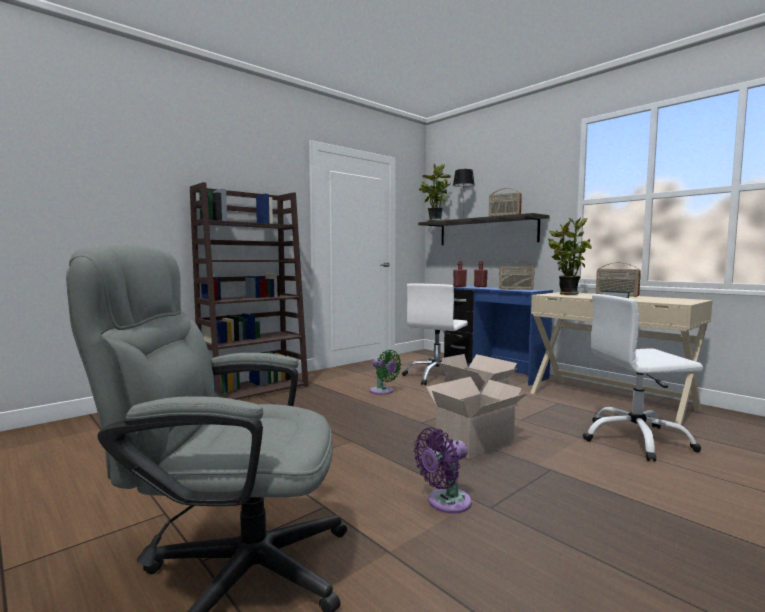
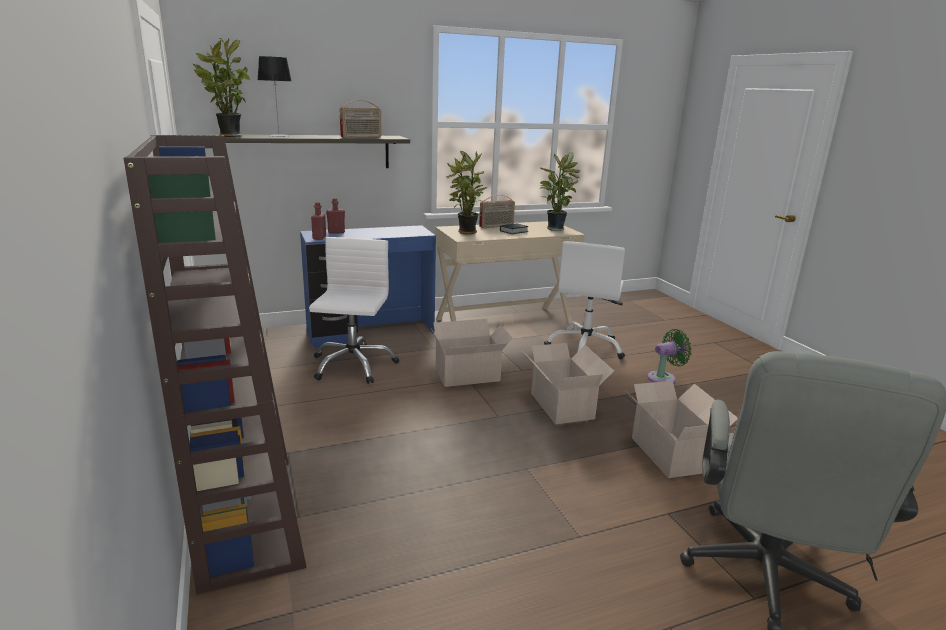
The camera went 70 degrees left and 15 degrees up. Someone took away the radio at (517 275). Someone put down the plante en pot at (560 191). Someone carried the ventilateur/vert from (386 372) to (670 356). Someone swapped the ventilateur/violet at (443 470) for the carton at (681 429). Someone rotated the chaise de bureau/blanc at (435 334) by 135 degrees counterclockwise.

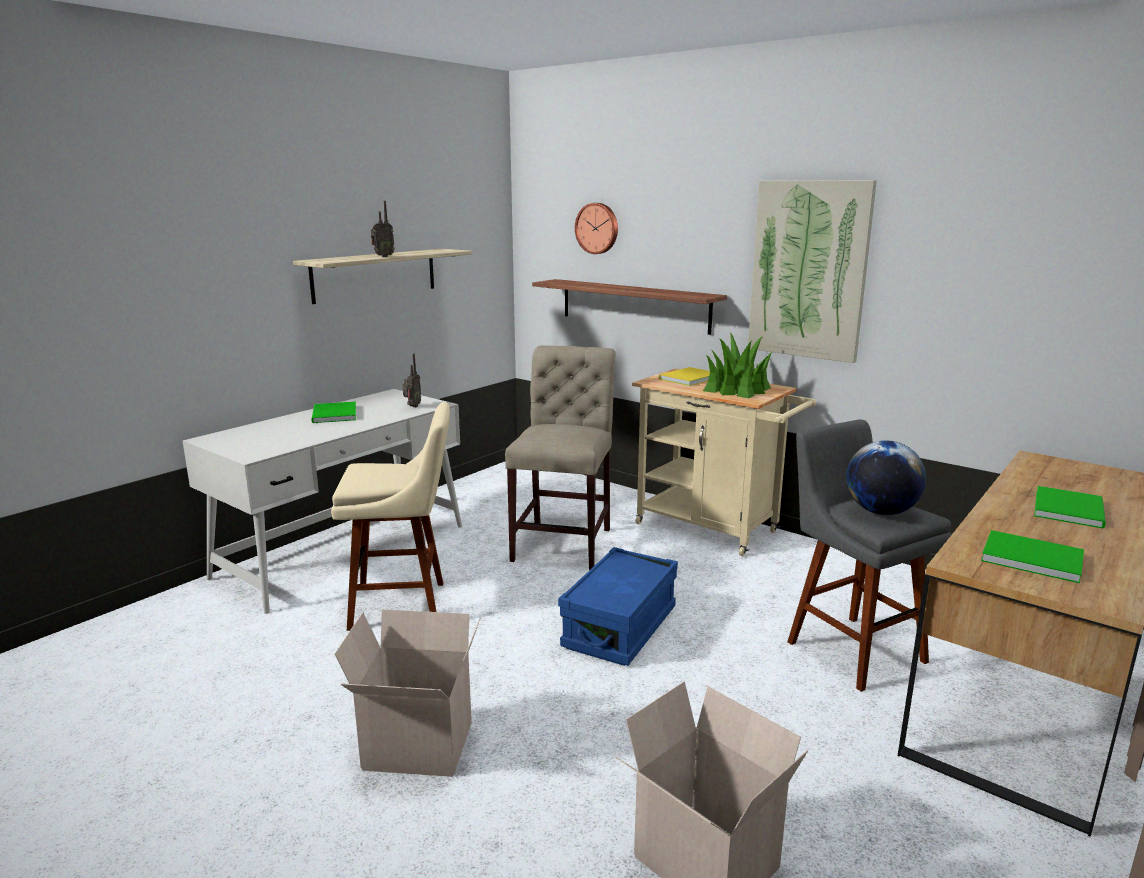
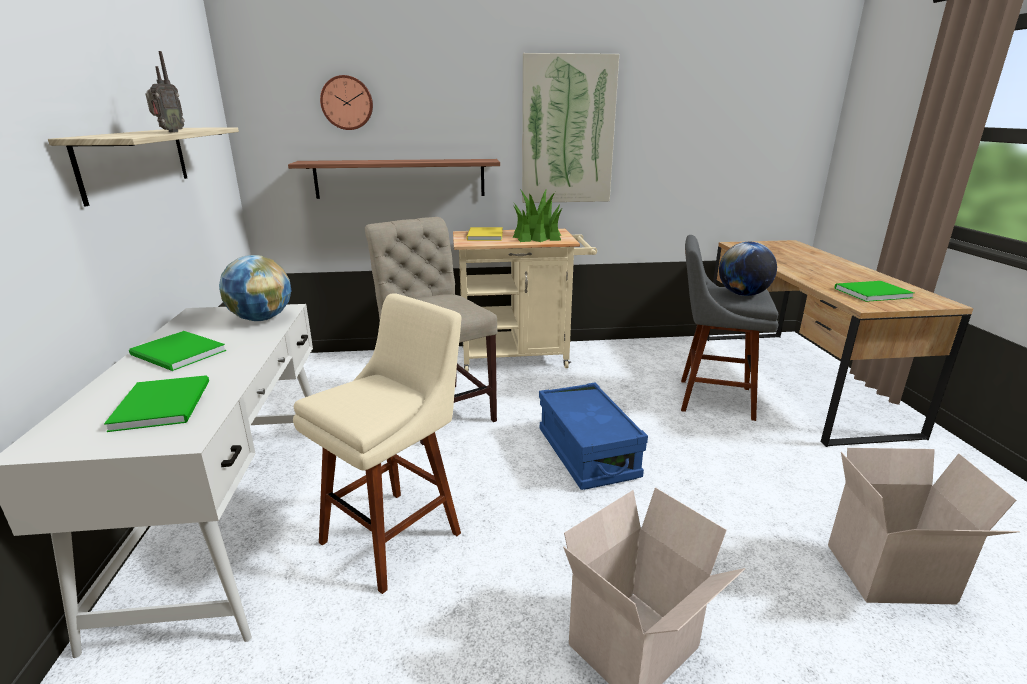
The camera went 45 degrees left and 5 degrees up. Someone carried the livre/vert from (1070 507) to (156 403). Someone swapped the radio at (411 380) for the globe at (255 288).

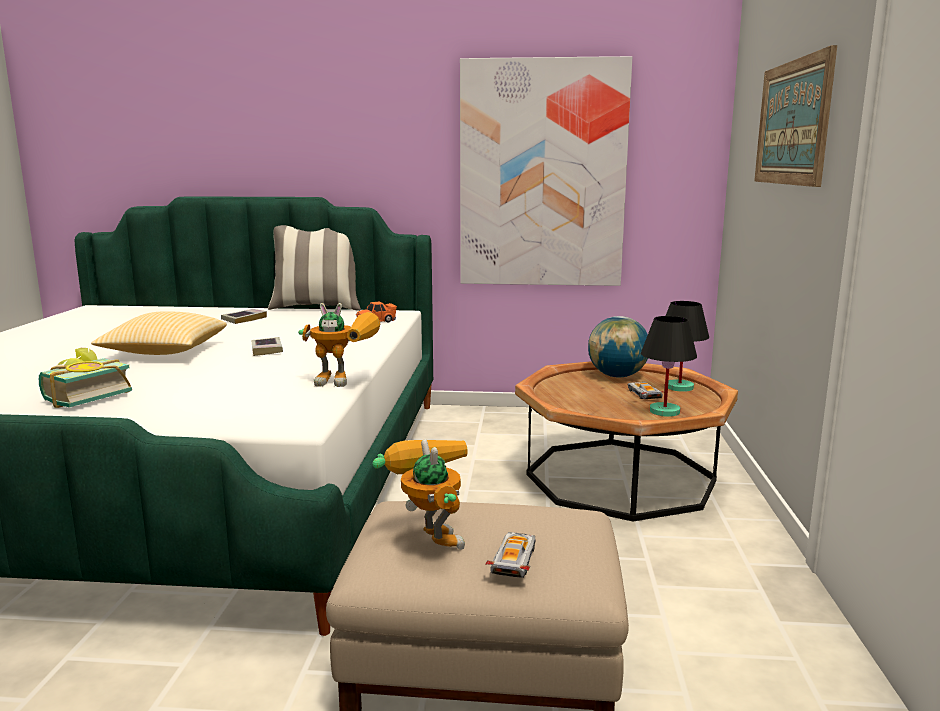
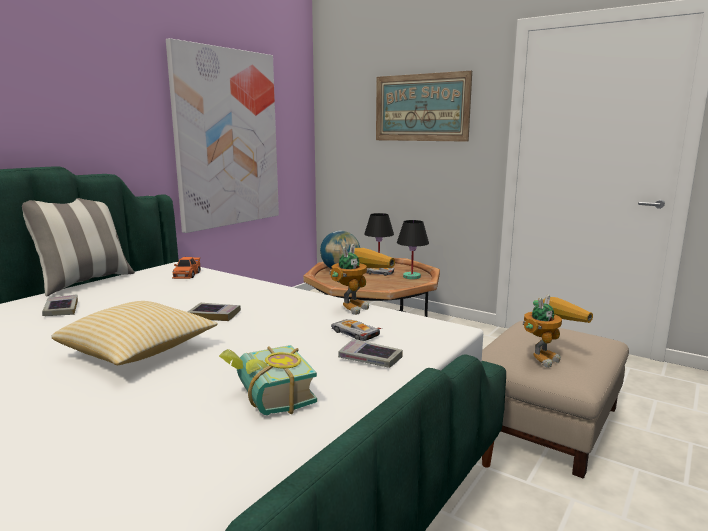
The camera went 60 degrees left and 0 degrees up. Someone put down the livre at (370 353). Someone carried the petite voiture from (510 555) to (356 330). Someone rotated the robot jouet at (420 494) by 135 degrees clockwise.

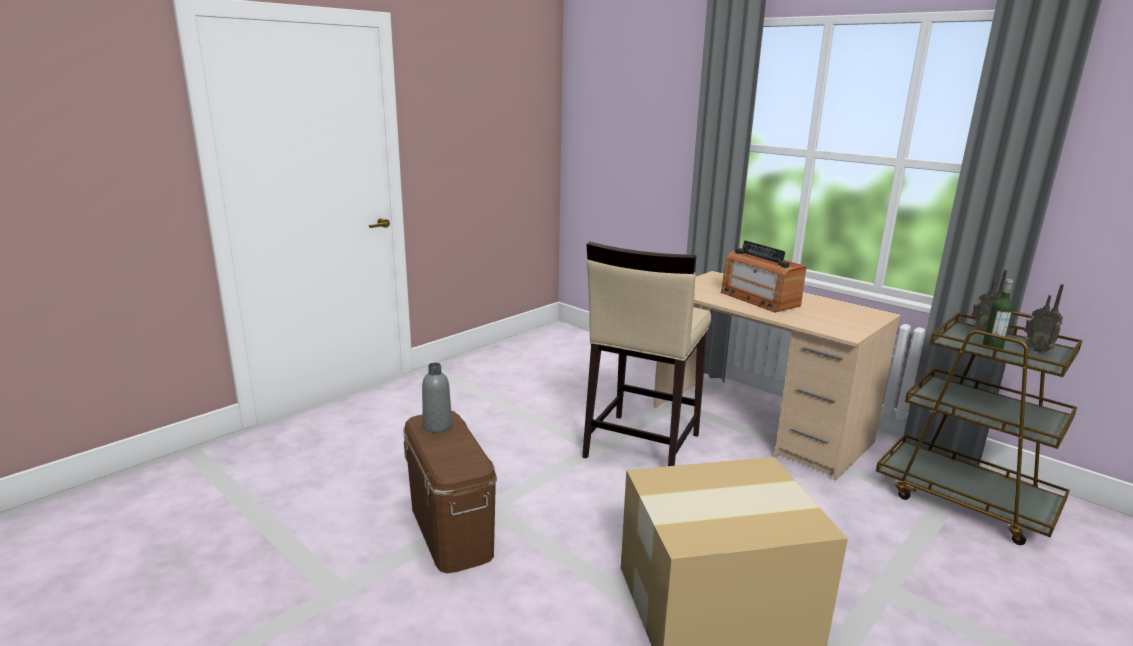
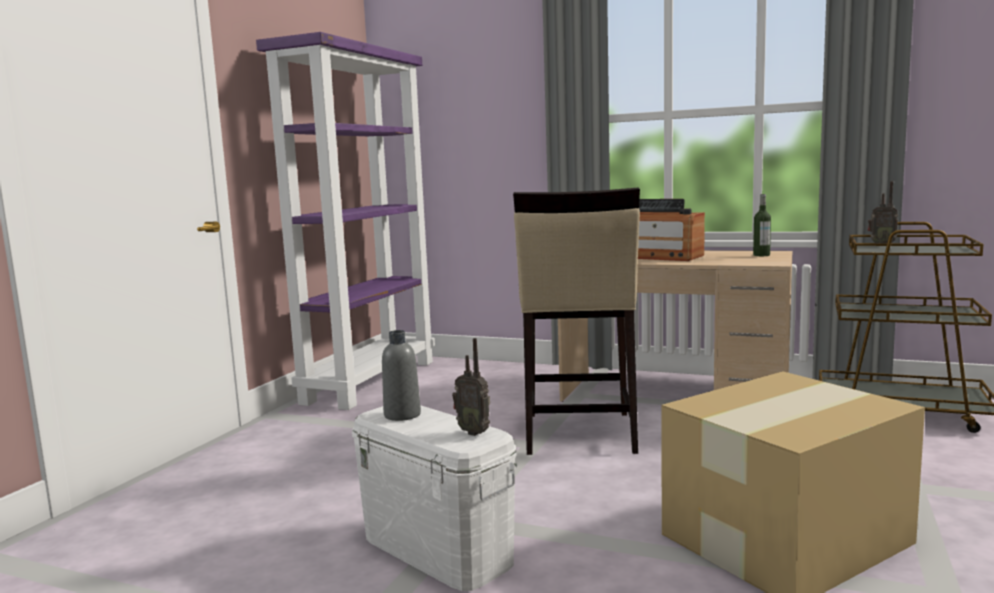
The camera went 20 degrees left and 10 degrees down. Someone put down the bibliothèque/violet at (345 221). Someone carried the bouteille from (998 314) to (762 225). Someone carried the radio from (1044 318) to (471 387). Someone repainted the boîte de rangement/marron at (450 492), which became the boîte de rangement/blanc at (434 498).

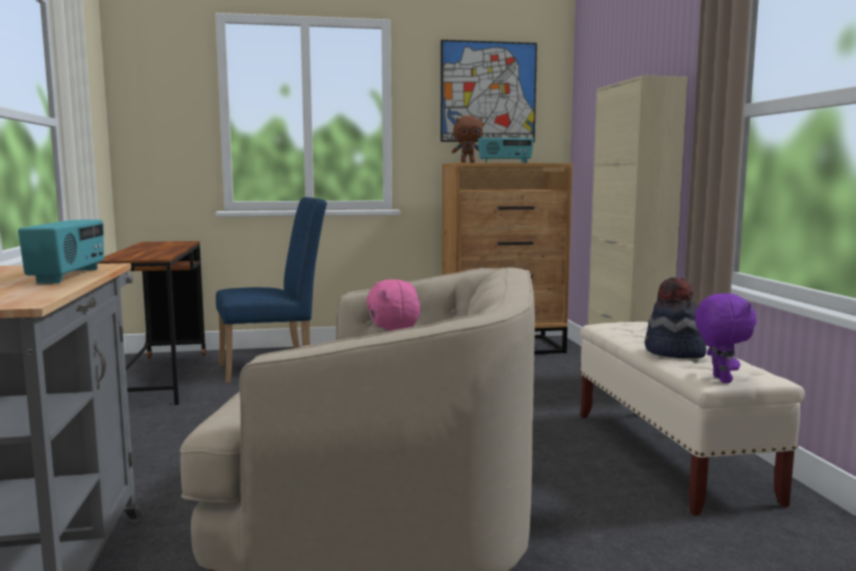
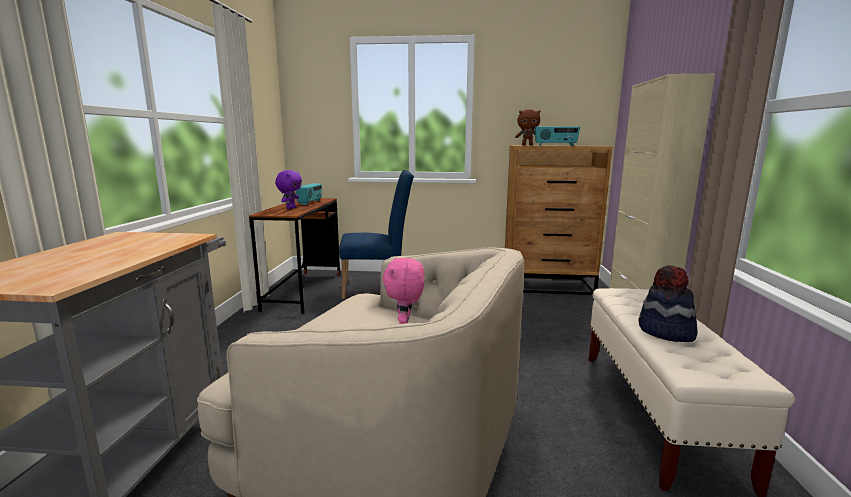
The camera went 15 degrees right and 5 degrees up. Someone took away the tableau at (489 91). Someone carried the radio from (61 251) to (309 194). Someone carried the peluche/violet from (726 338) to (288 189).

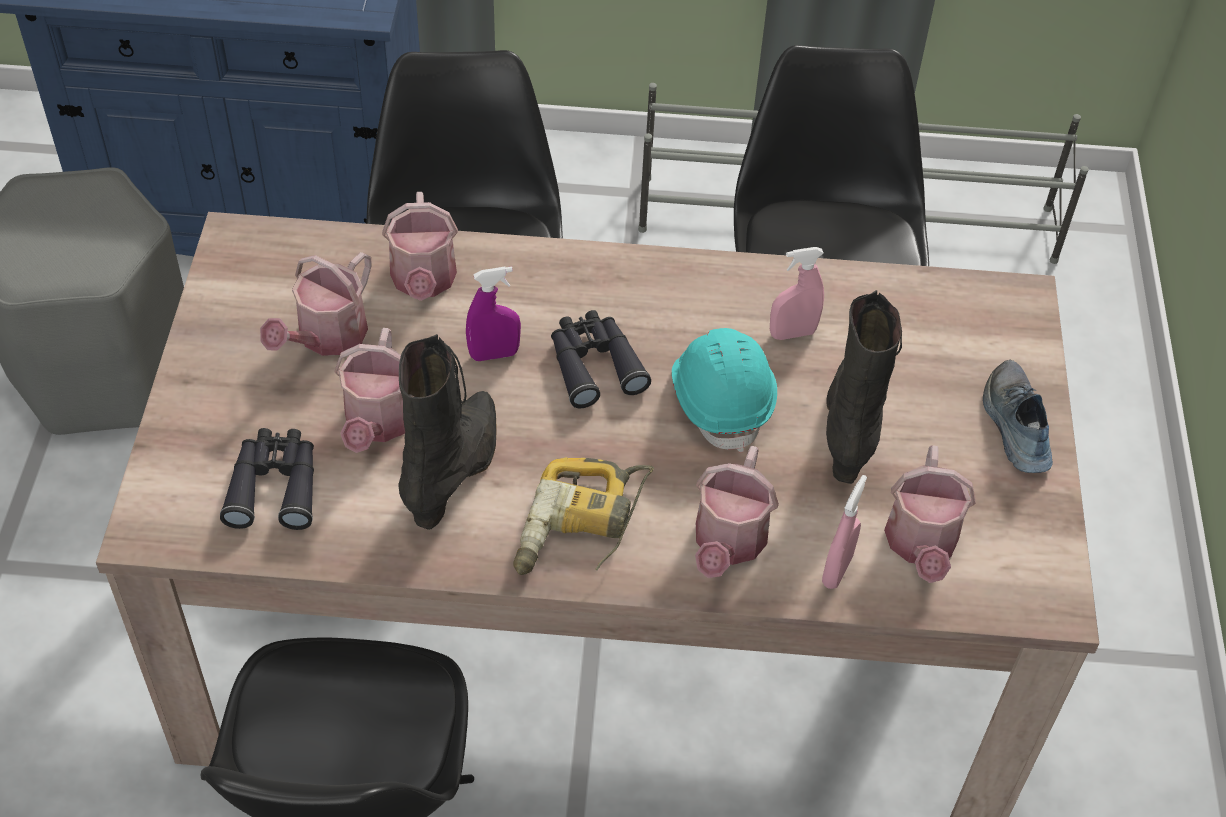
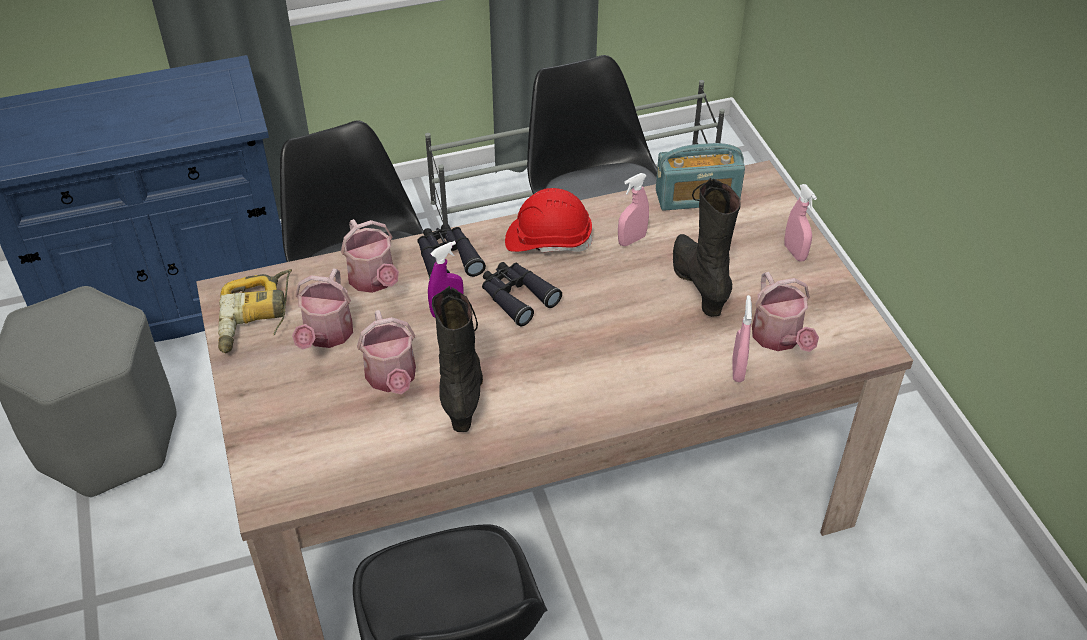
The camera went 20 degrees left and 5 degrees down. Someone took away the casque de chantier/turquoise at (724 390). Someone took away the arrosoir at (737 512). Someone put down the casque de chantier/rouge at (549 220). Someone put down the radio at (700 177). Someone carried the jumelles/noir from (267 479) to (451 252). Someone carried the perceuse from (583 516) to (255 311). Someone swapped the chaussure at (1018 416) for the vaporisateur/rose at (800 223).

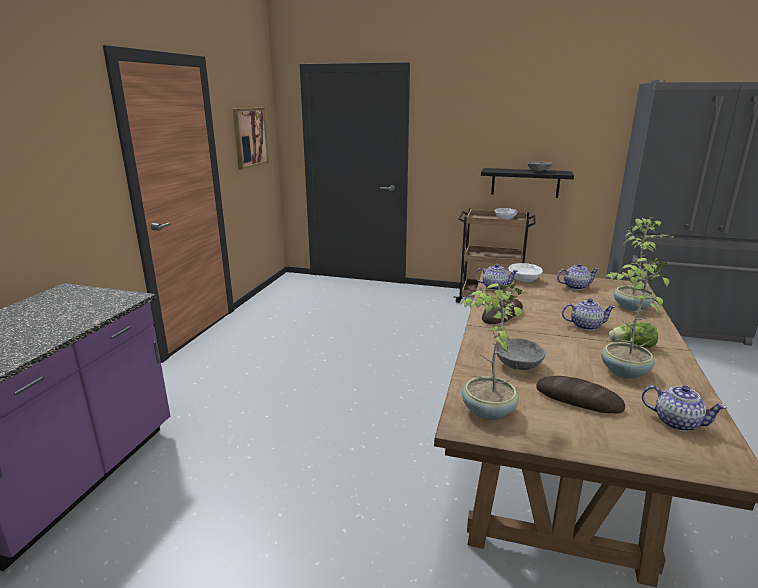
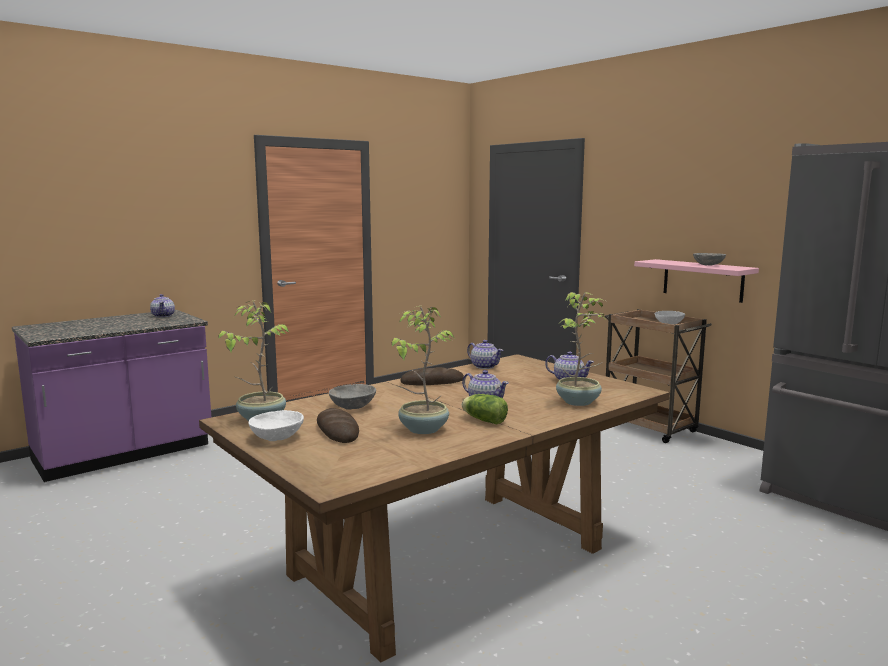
The camera went 35 degrees right and 10 degrees down. Someone took away the tableau at (251 139). Someone carried the bol/blanc from (526 272) to (276 425). Someone carried the théière from (684 408) to (162 305). Someone repainted the étagère/noir at (527 183), which became the étagère/rose at (696 281).

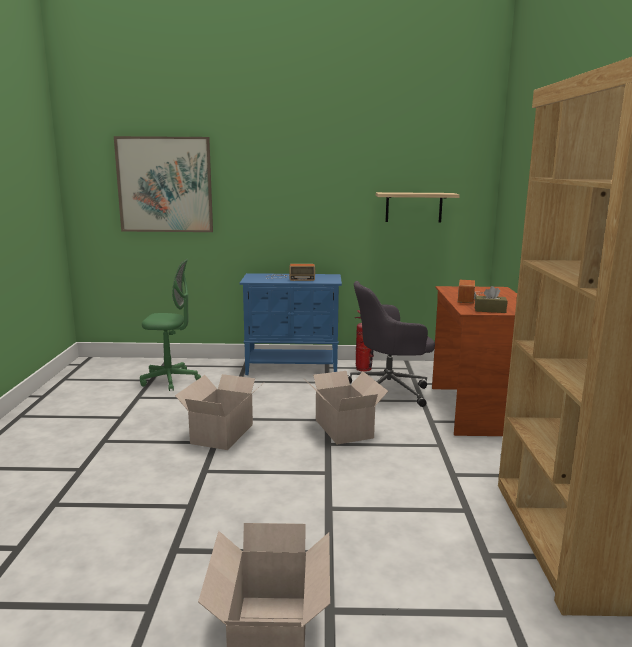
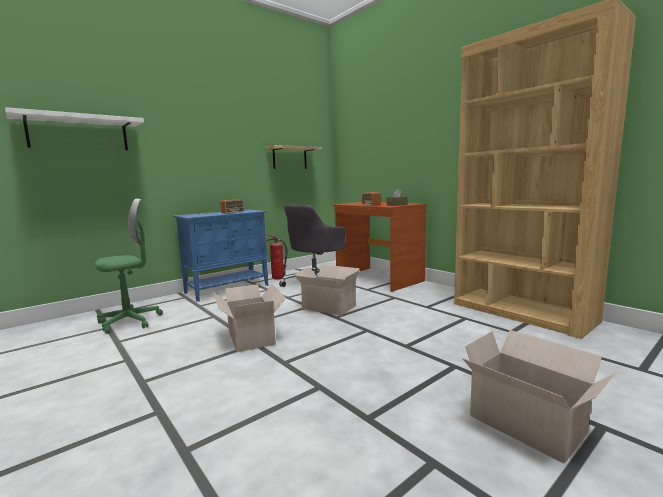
The camera went 40 degrees left and 5 degrees down. Someone swapped the tableau at (163 184) for the étagère/blanc at (74 128).

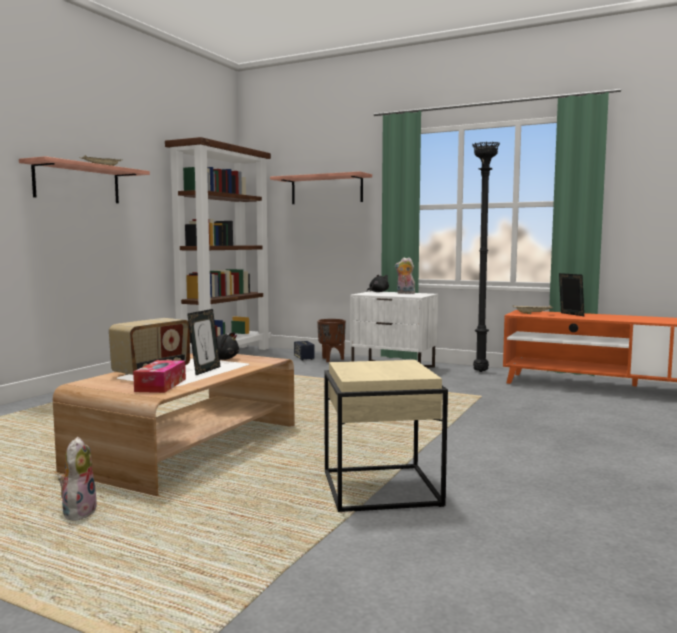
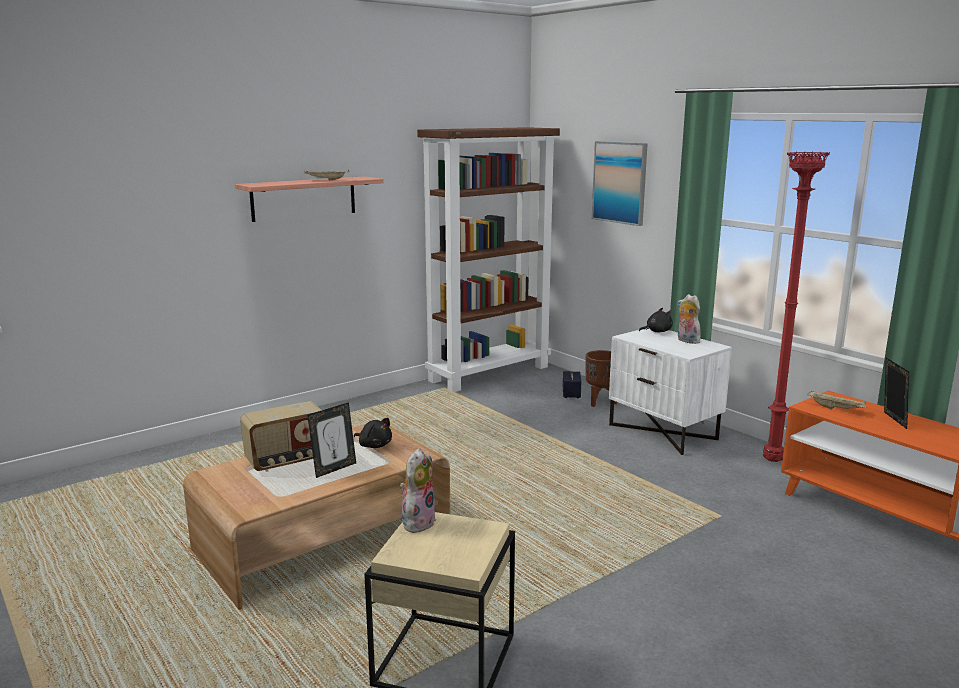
The camera went 25 degrees right and 10 degrees up. Someone took away the boîte à mouchoirs at (159 376). Someone carried the peluche from (77 479) to (418 491). Someone swapped the étagère at (321 187) for the tableau at (620 183). Someone repainted the lampadaire/noir at (486 256), which became the lampadaire/rouge at (796 306).

